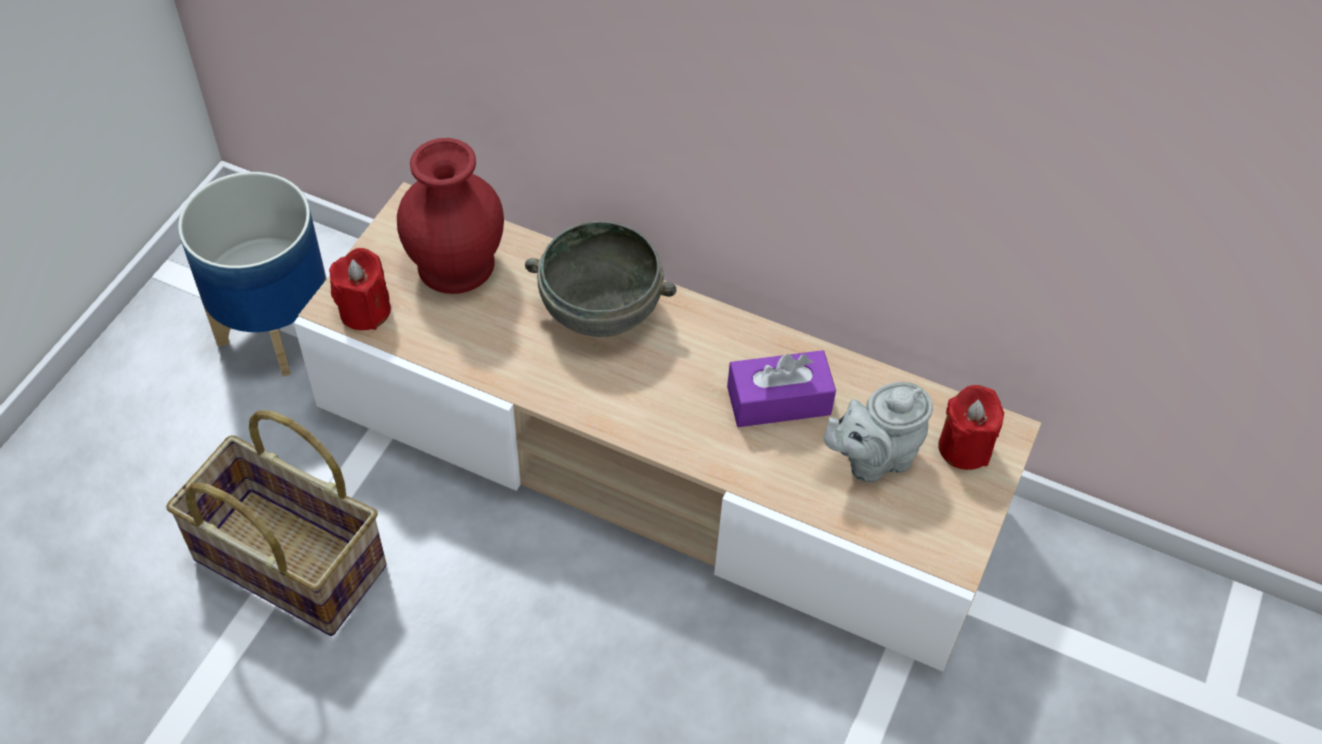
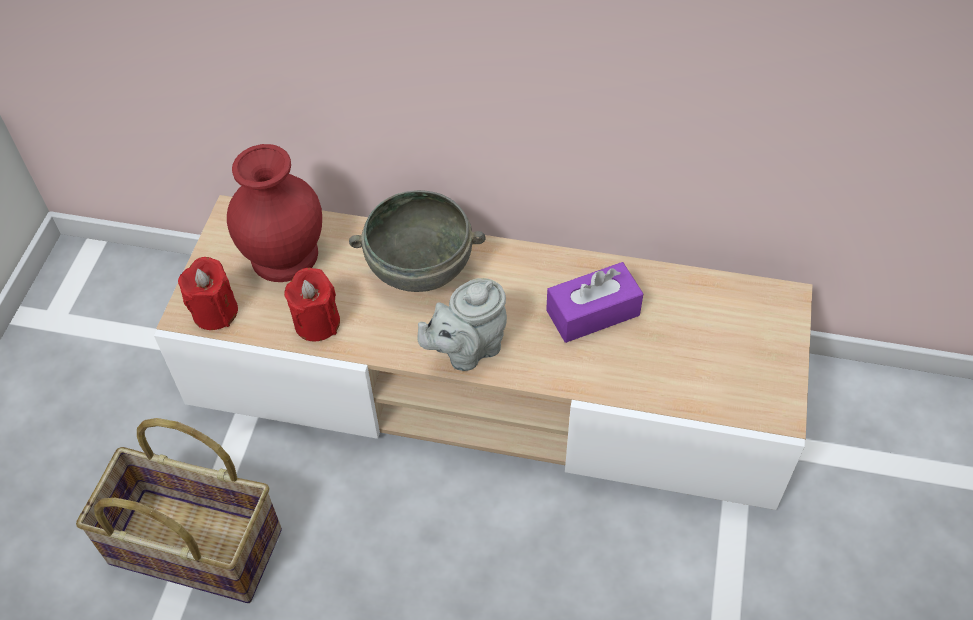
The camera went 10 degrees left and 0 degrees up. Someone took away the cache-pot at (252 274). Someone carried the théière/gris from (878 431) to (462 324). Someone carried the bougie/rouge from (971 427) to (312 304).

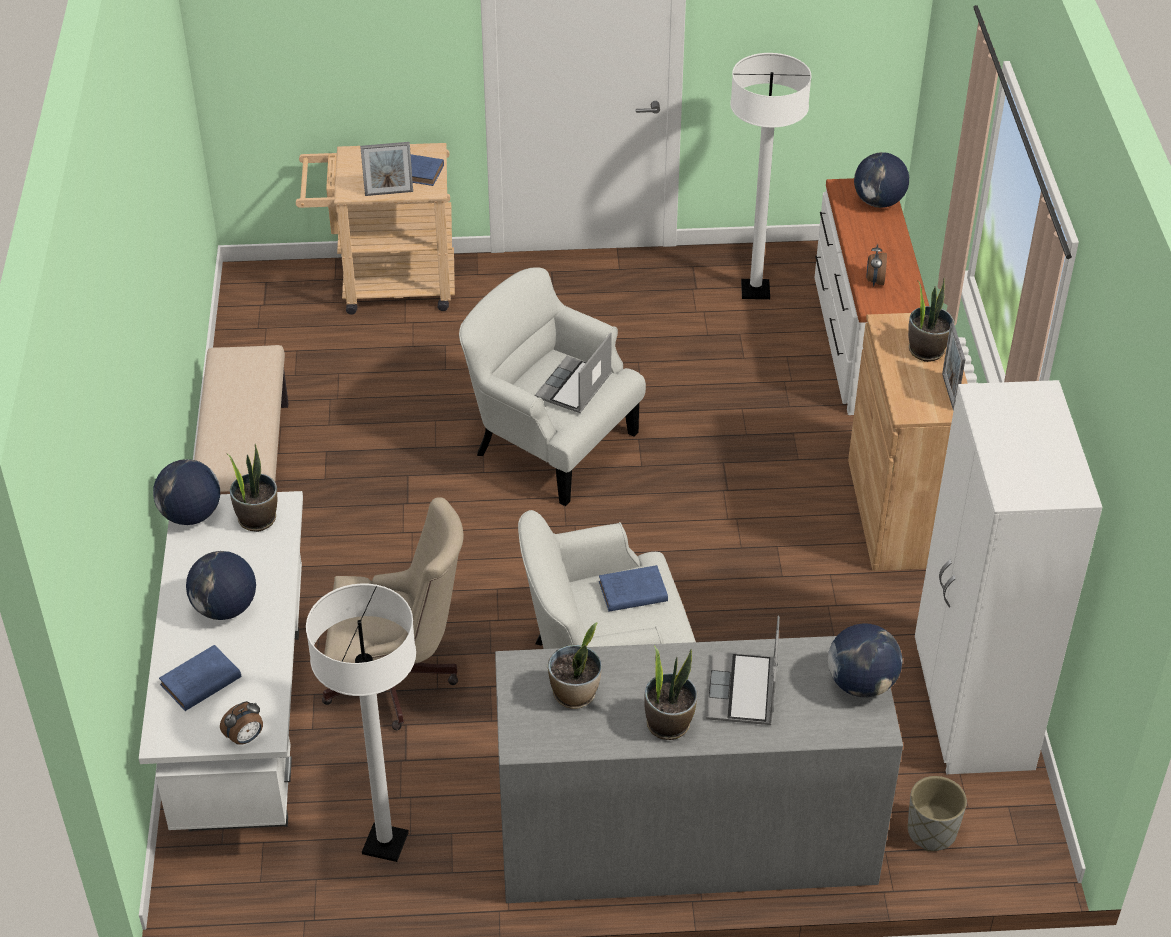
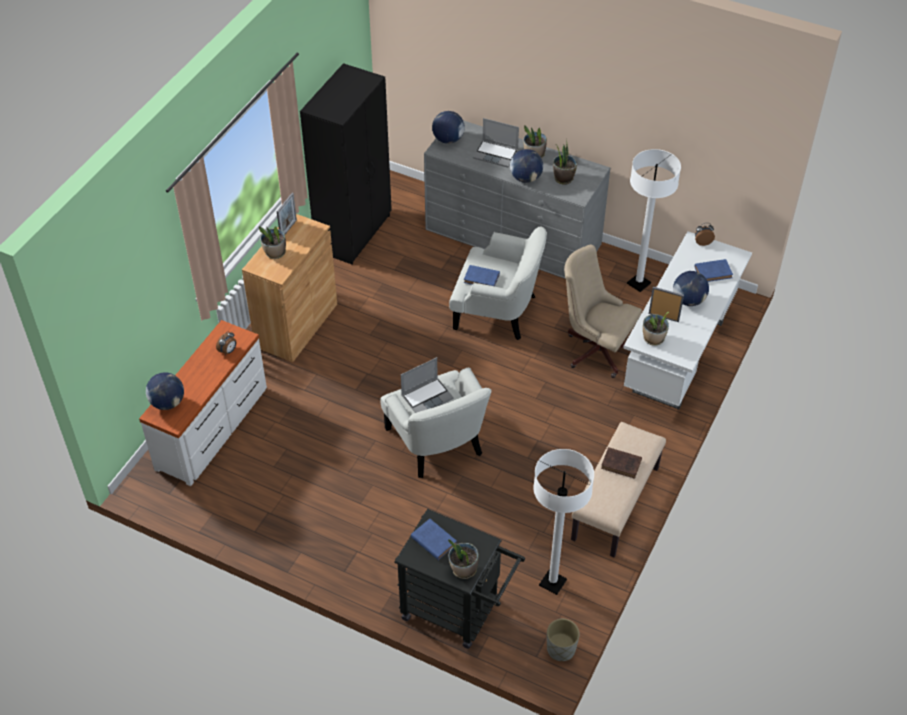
The camera went 150 degrees left and 5 degrees up. Someone put down the plante en pot at (463 559). Someone put down the livre/marron at (621 463). Someone carried the globe from (186 492) to (526 166). Someone carried the cadre photo from (386 169) to (666 304). Someone carried the lampadaire/blanc from (770 176) to (563 522). Someone carried the cache-pot/gris from (937 813) to (563 640). Someone repainted the chariot/beige at (375 229), which became the chariot/noir at (459 579). Someone repainted the armoire/blanc at (1008 577), which became the armoire/noir at (346 163). Someone rotated the ordinateur portable at (743 670) by 75 degrees clockwise.

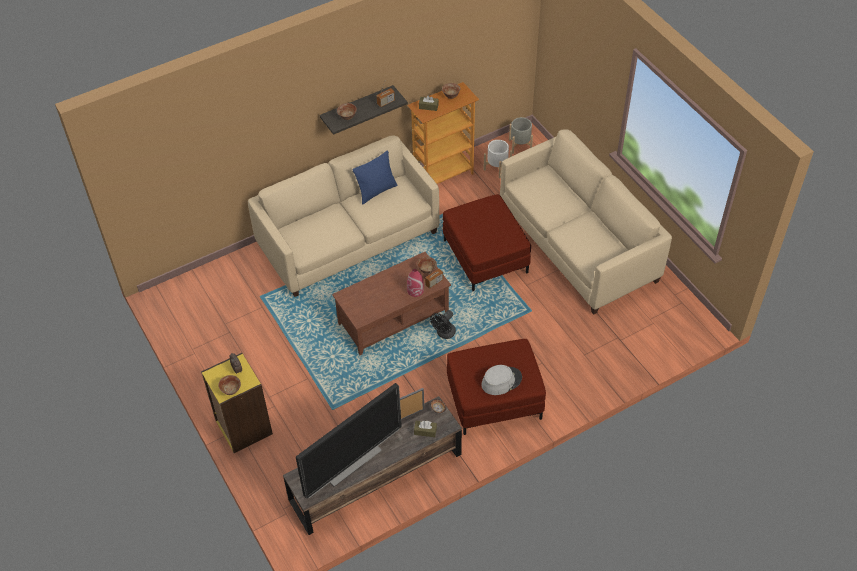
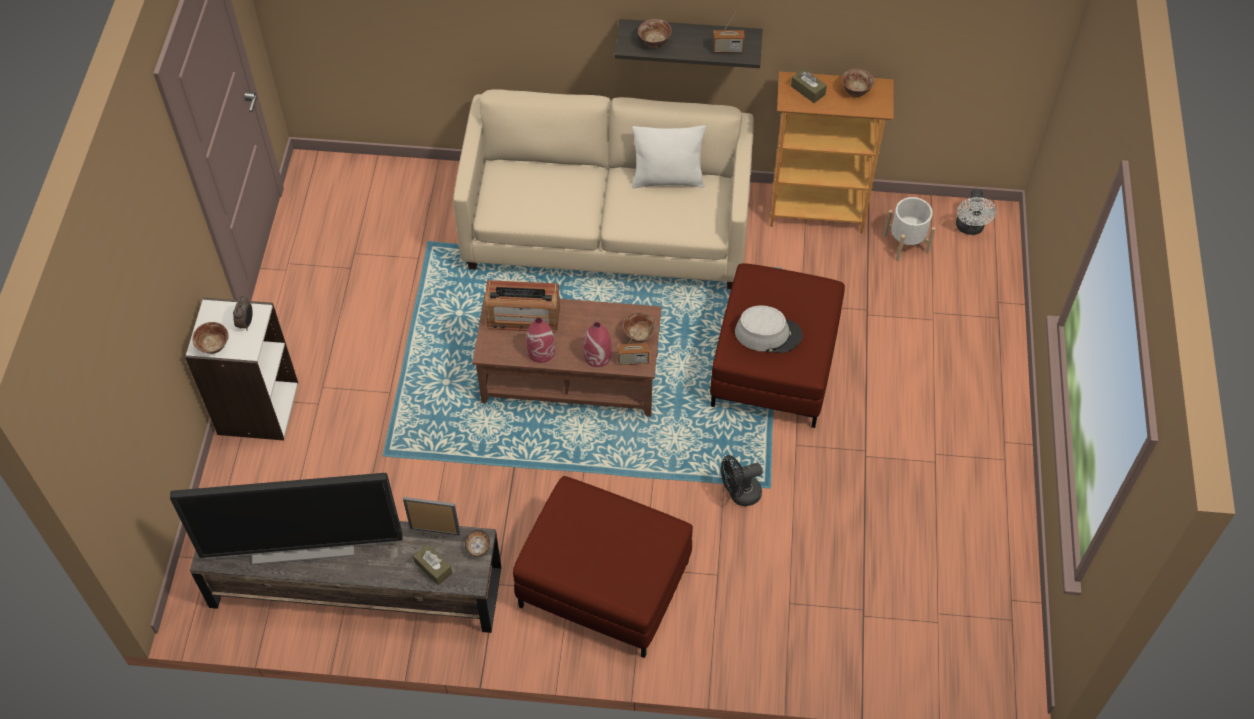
The camera went 35 degrees right and 5 degrees up. Someone took away the canapé/beige at (586 221). Someone put down the radio at (522 306). Someone put down the vase/rouge at (540 340). Someone carried the ventilateur/noir from (443 324) to (742 480). Someone carried the chapeau/gris from (501 380) to (769 329). Someone swapped the cache-pot/gris at (521 135) for the ventilateur/blanc at (976 212). Someone repainted the bibliothèque/jaune at (237 403), which became the bibliothèque/blanc at (241 368). Someone repainted the coussin/bleu at (375 177), which became the coussin/blanc at (669 156).

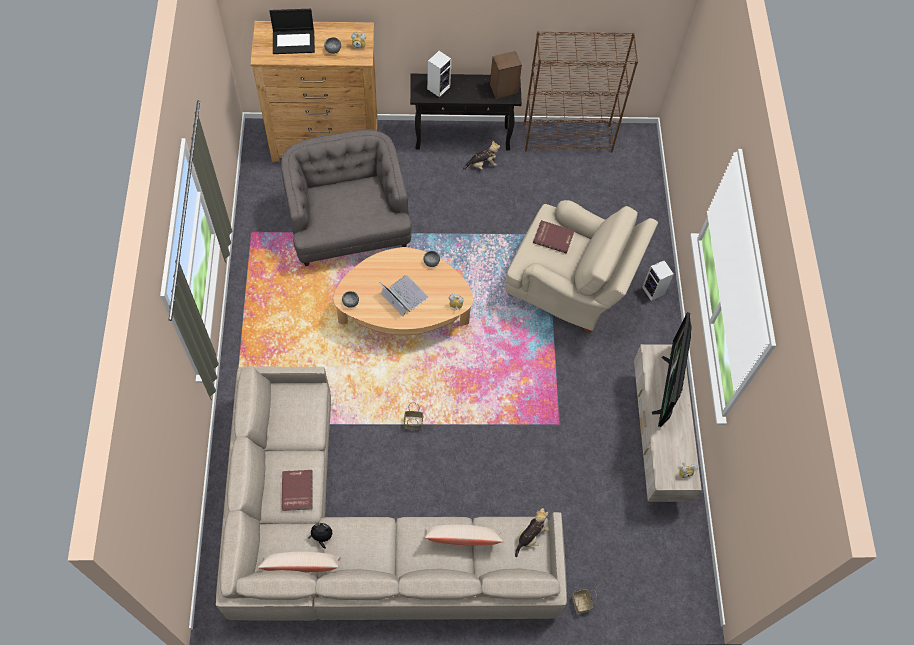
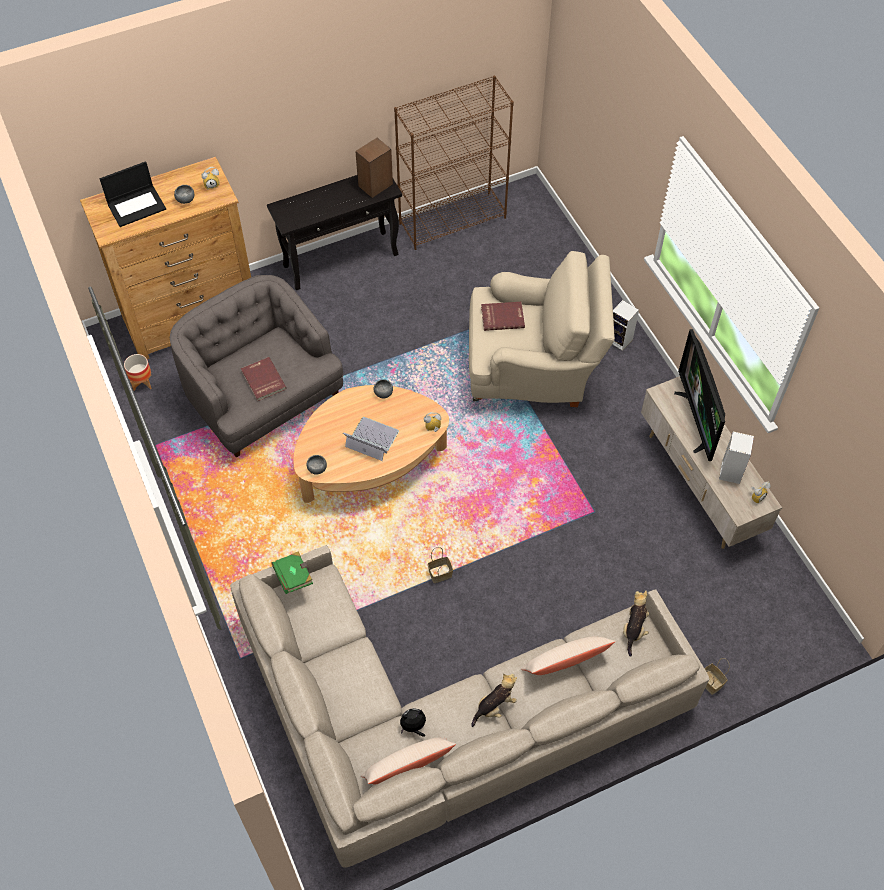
The camera went 20 degrees left and 5 degrees down. Someone put down the cache-pot at (138 372). Someone put down the livre/vert at (292 572). Someone carried the livre/rouge from (297 490) to (264 379). Someone carried the enceinte from (439 74) to (736 457). Someone carried the peluche from (481 155) to (494 700).

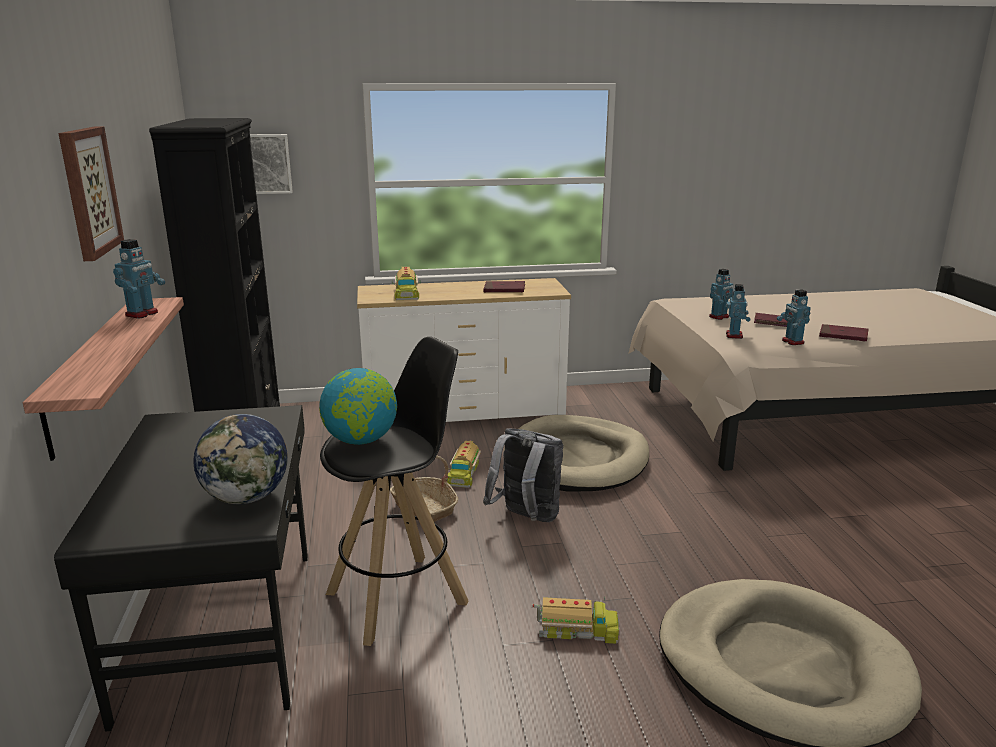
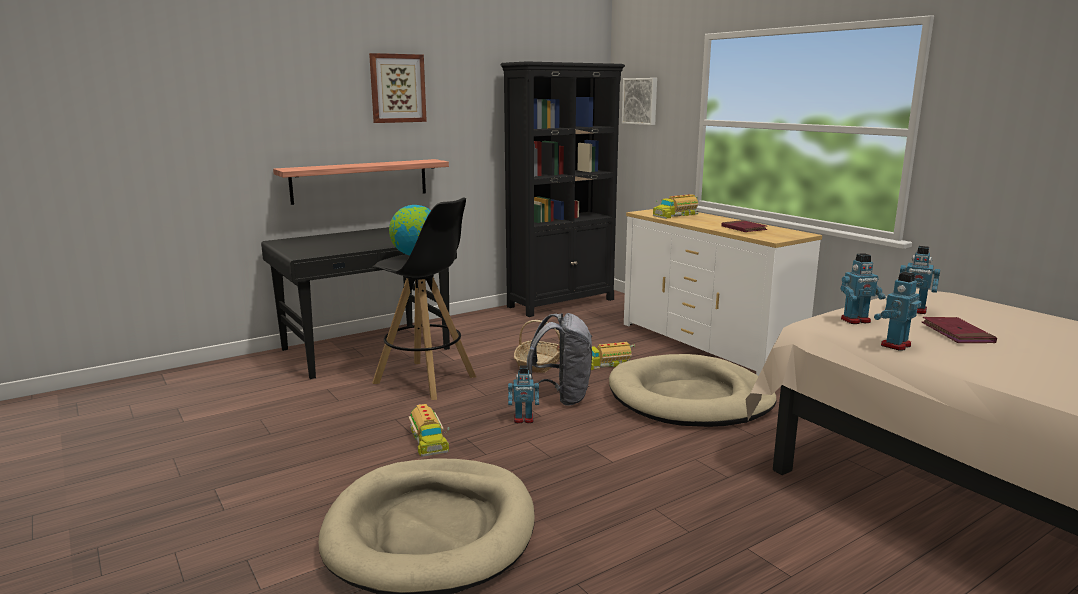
The camera went 65 degrees right and 5 degrees down. Someone took away the globe at (240 459). Someone took away the livre/rouge at (844 332). Someone carried the robot jouet from (139 278) to (523 394).

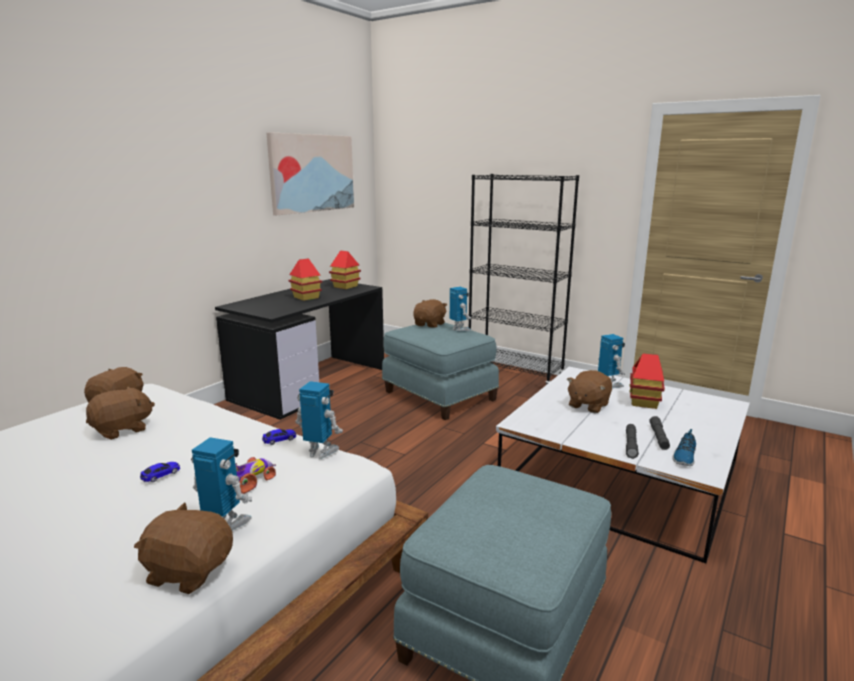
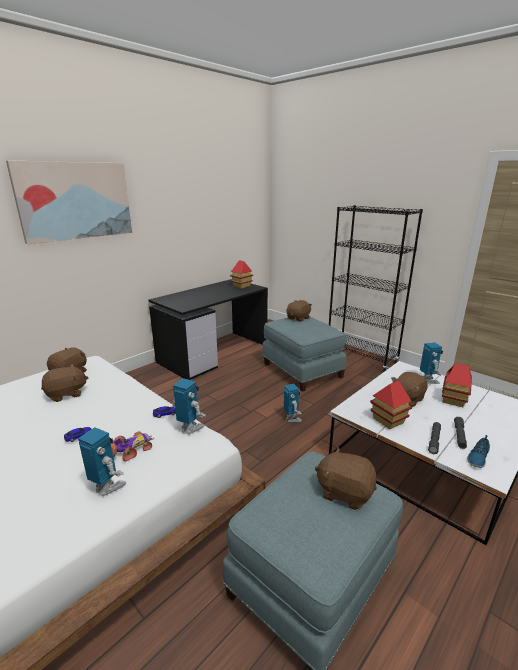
The camera went 10 degrees right and 5 degrees up. Someone carried the peluche/marron from (183 548) to (346 478). Someone carried the tableau from (310 173) to (69 202). Someone carried the maison miniature from (305 279) to (391 405). Someone carried the robot jouet from (460 309) to (293 403).

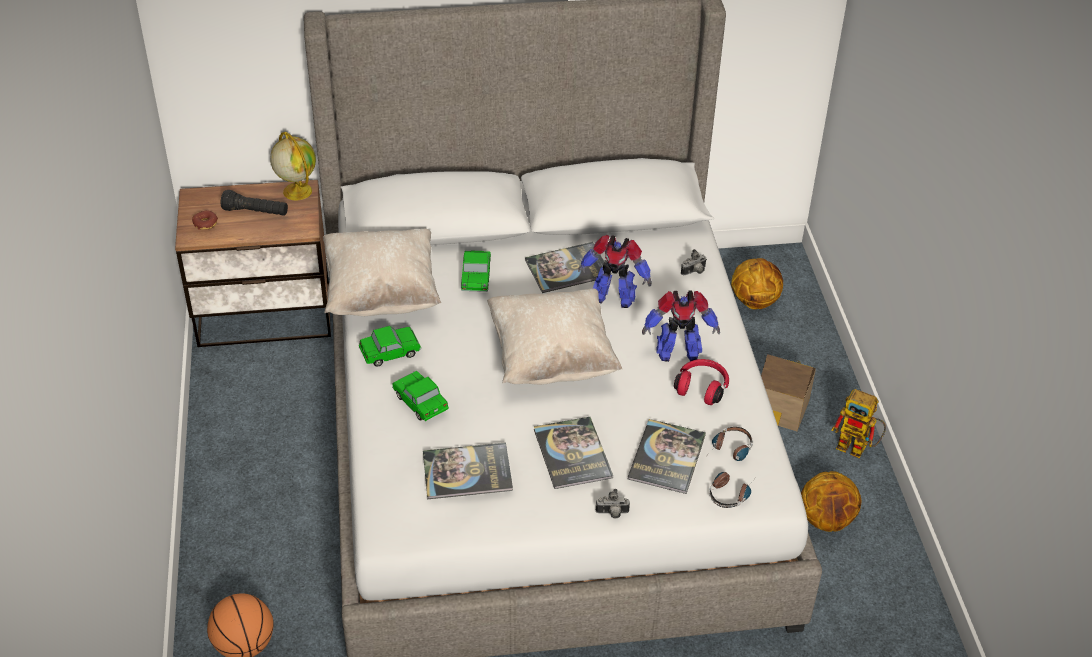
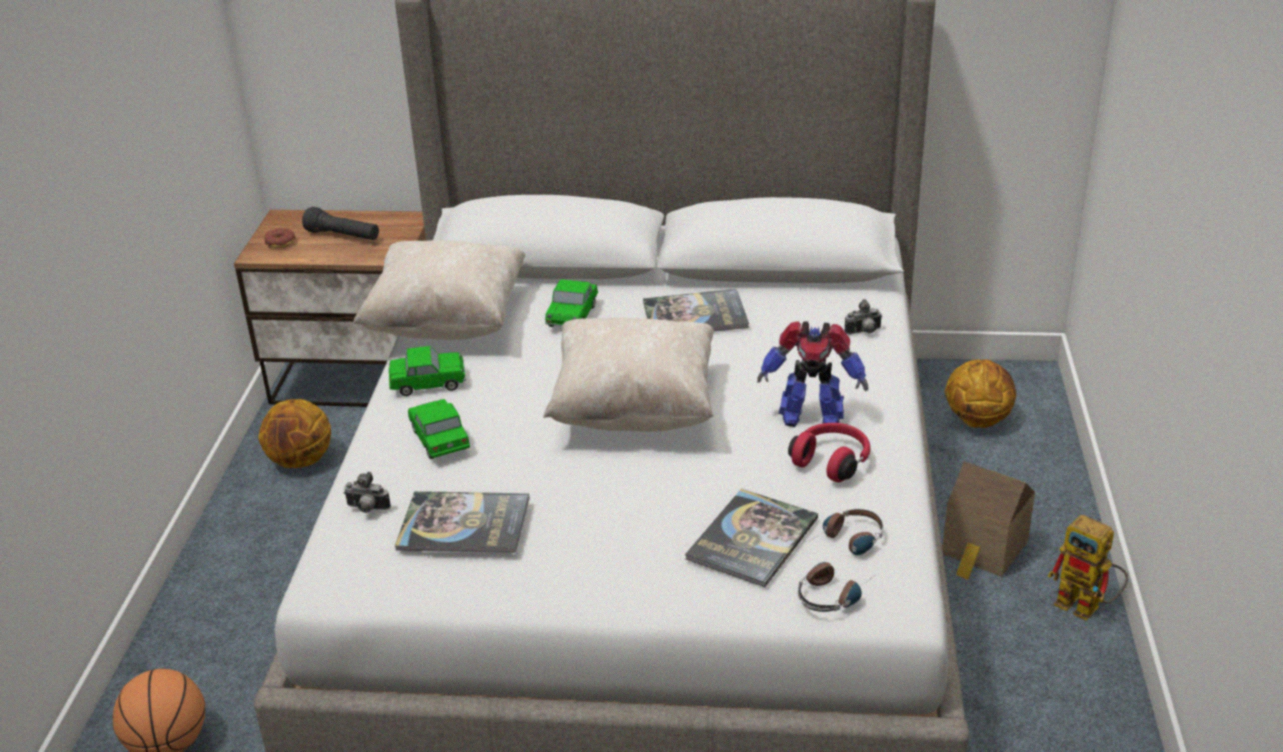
The camera went 15 degrees right and 10 degrees down. Someone took away the globe at (293 166). Someone took away the livre at (573 453). Someone took away the robot jouet at (615 271). Someone carried the appareil photo from (613 503) to (367 492). Someone carried the ballon de basket from (831 501) to (294 433).

